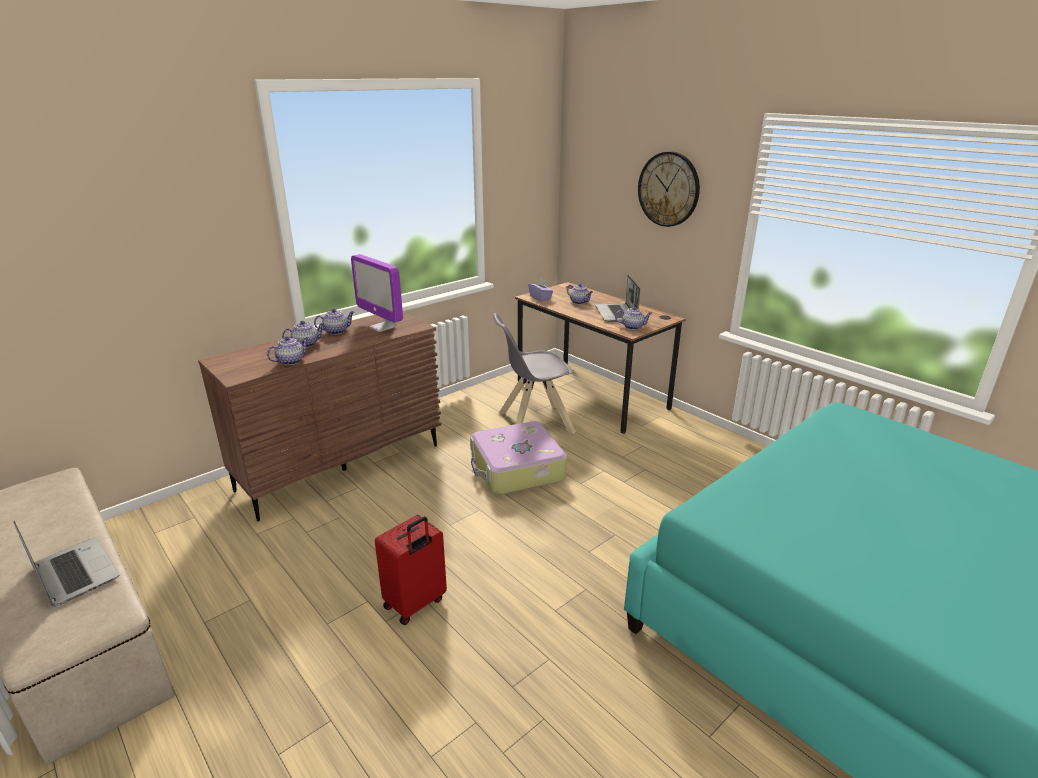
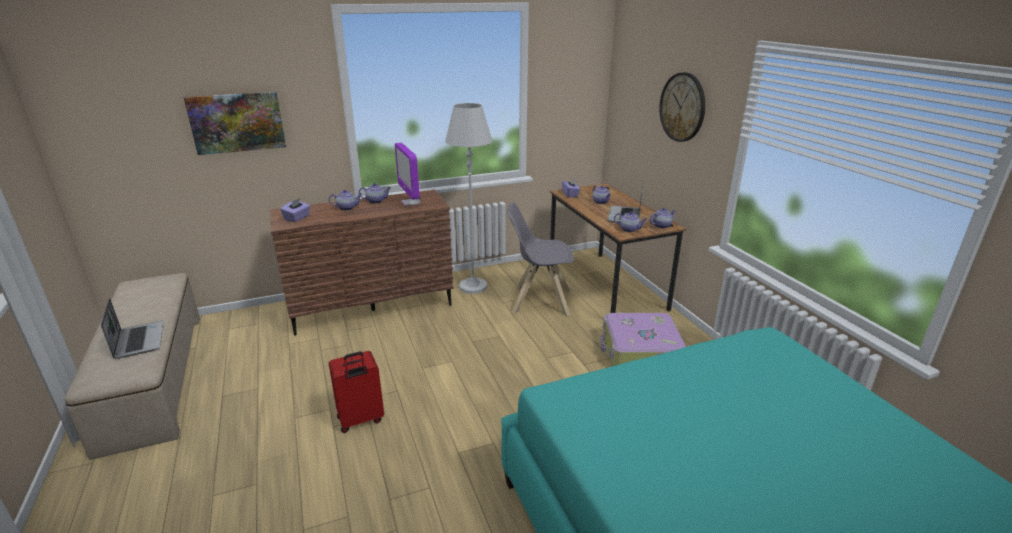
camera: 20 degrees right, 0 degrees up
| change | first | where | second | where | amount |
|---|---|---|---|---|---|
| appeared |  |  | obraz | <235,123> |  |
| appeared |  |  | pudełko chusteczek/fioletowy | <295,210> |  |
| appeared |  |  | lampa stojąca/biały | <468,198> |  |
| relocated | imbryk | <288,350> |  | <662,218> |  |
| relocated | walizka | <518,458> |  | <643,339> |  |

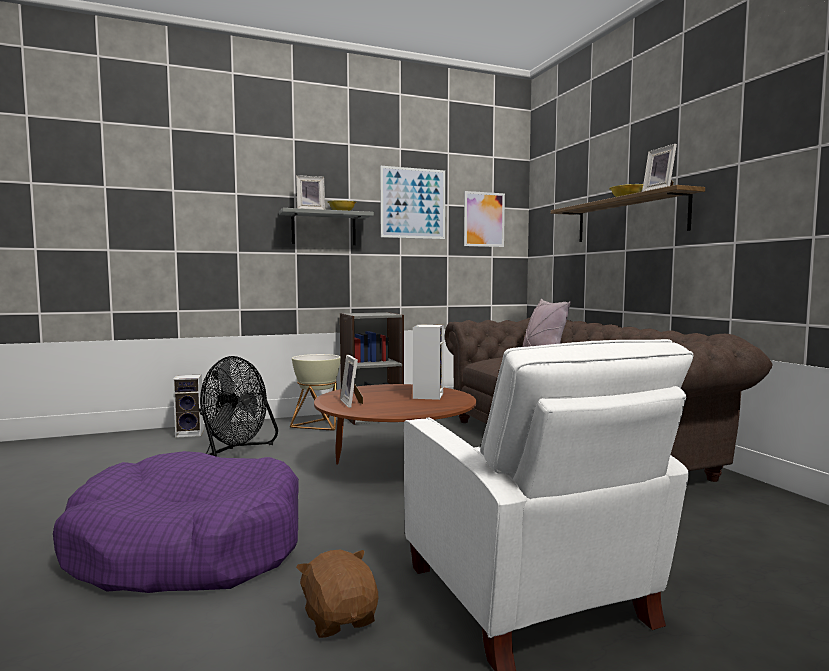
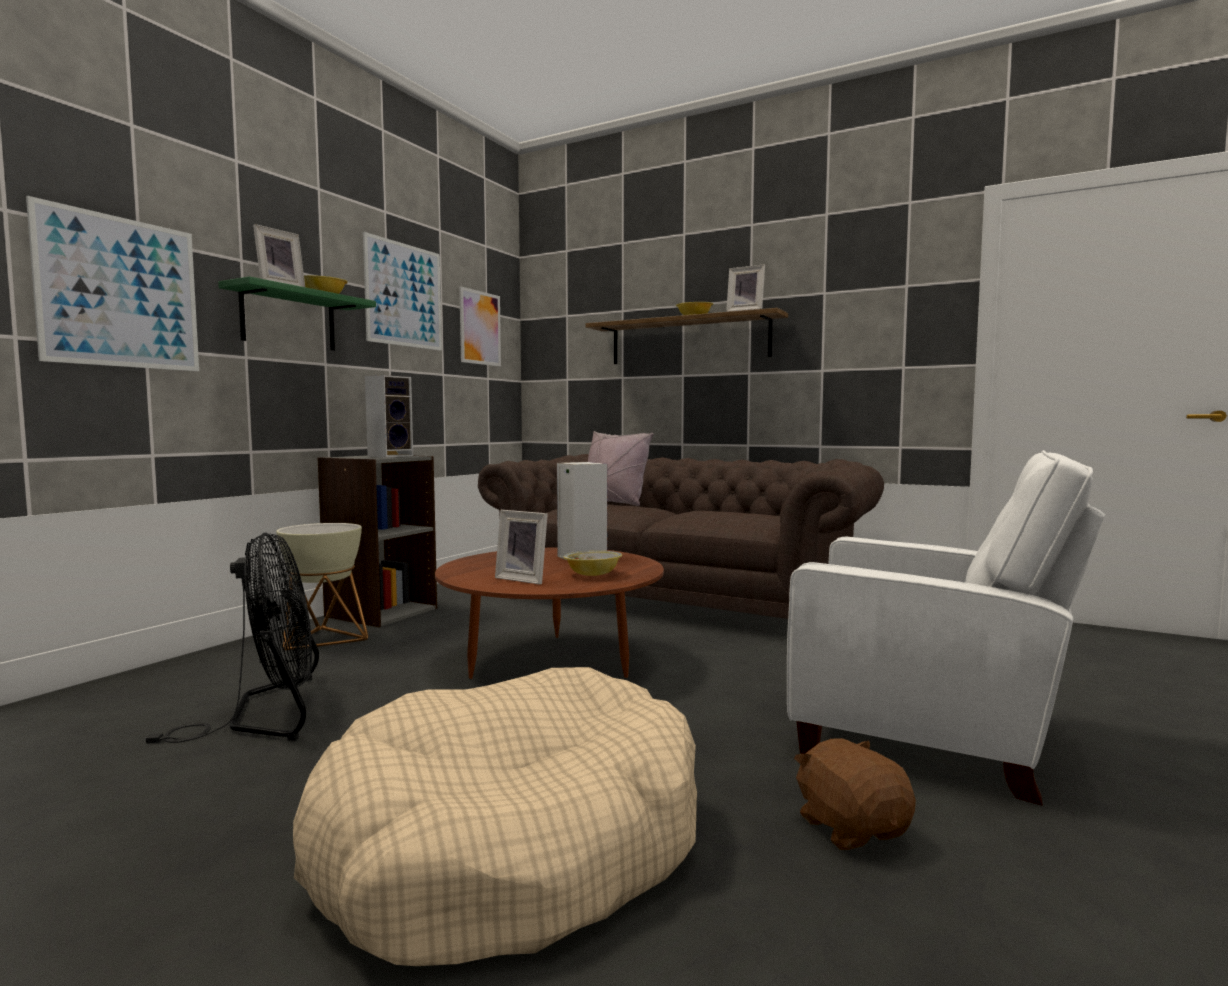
camera: 40 degrees left, 0 degrees up
| change | first | where | second | where | amount |
|---|---|---|---|---|---|
| appeared |  |  | obraz | <112,283> |  |
| appeared |  |  | miska | <592,563> |  |
| relocated | głośnik | <188,406> |  | <389,416> |  |
| colour | legowisko/fioletowy | <176,522> | legowisko/beżowy | <495,816> |  |
| colour | półka/szary | <326,226> | półka/zielony | <297,313> |  |
| spun | pluszak/brązowy | <337,593> |  | <855,794> | 45 degrees clockwise |

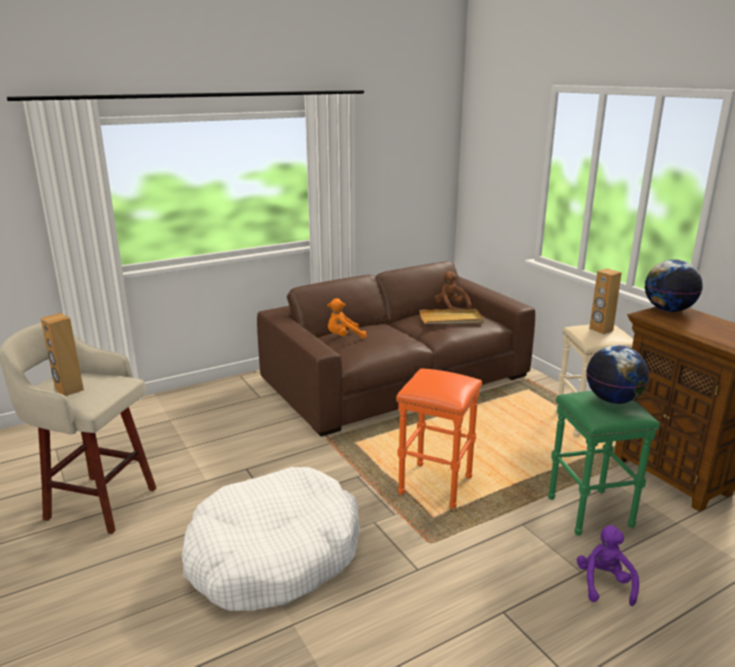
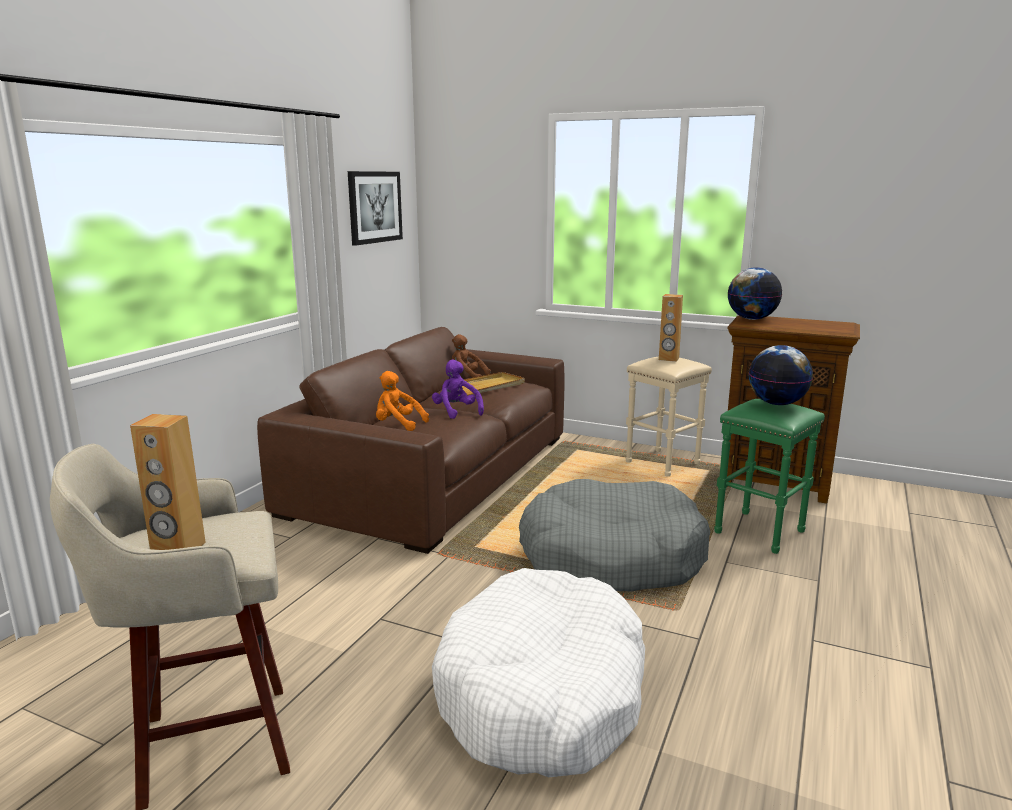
camera: 35 degrees left, 5 degrees down
| change | first | where | second | where | amount |
|---|---|---|---|---|---|
| appeared |  |  | obraz | <375,208> |  |
| relocated | pluszak/fioletowy | <608,565> |  | <458,389> |  |
| exchanged | stołek/pomarańczowy | <439,438> | legowisko/szary | <614,535> |  |
| spun | pluszak/pomarańczowy | <346,318> |  | <402,401> | 75 degrees clockwise |

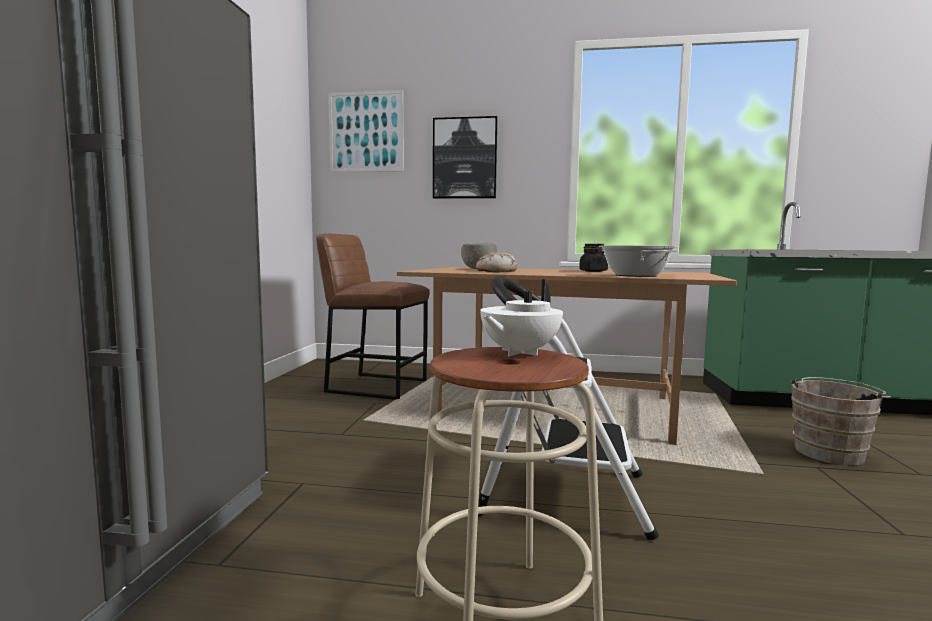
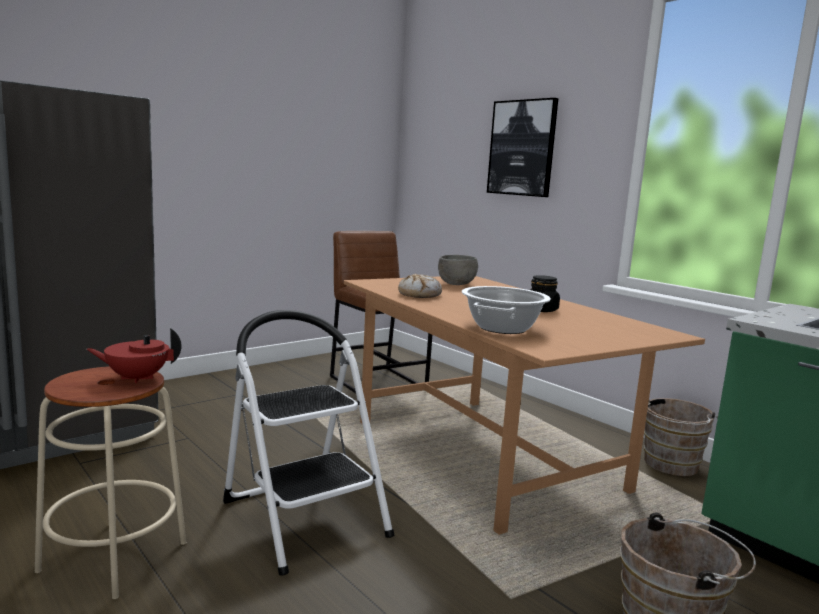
camera: 40 degrees right, 5 degrees up
| change | first | where | second | where | amount |
|---|---|---|---|---|---|
| missing | obraz | <366,131> |  |  |  |
| appeared |  |  | wiadro/brązowy | <681,437> |  |
| colour | imbryk/biały | <521,318> | imbryk/czerwony | <134,355> |  |

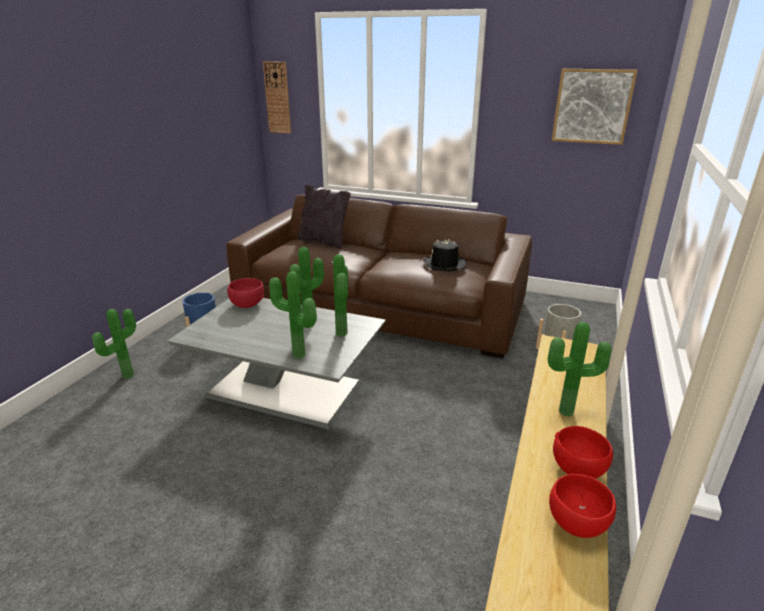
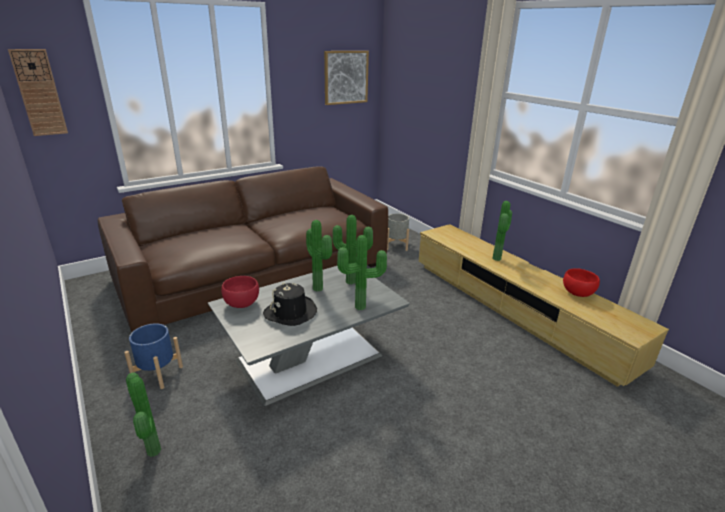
camera: 55 degrees left, 0 degrees up
| change | first | where | second | where | amount |
|---|---|---|---|---|---|
| missing | poduszka/czarny | <324,217> |  |  |  |
| missing | miska/czerwony | <583,452> |  |  |  |
| relocated | kapelusz/czarny | <445,255> |  | <290,304> |  |

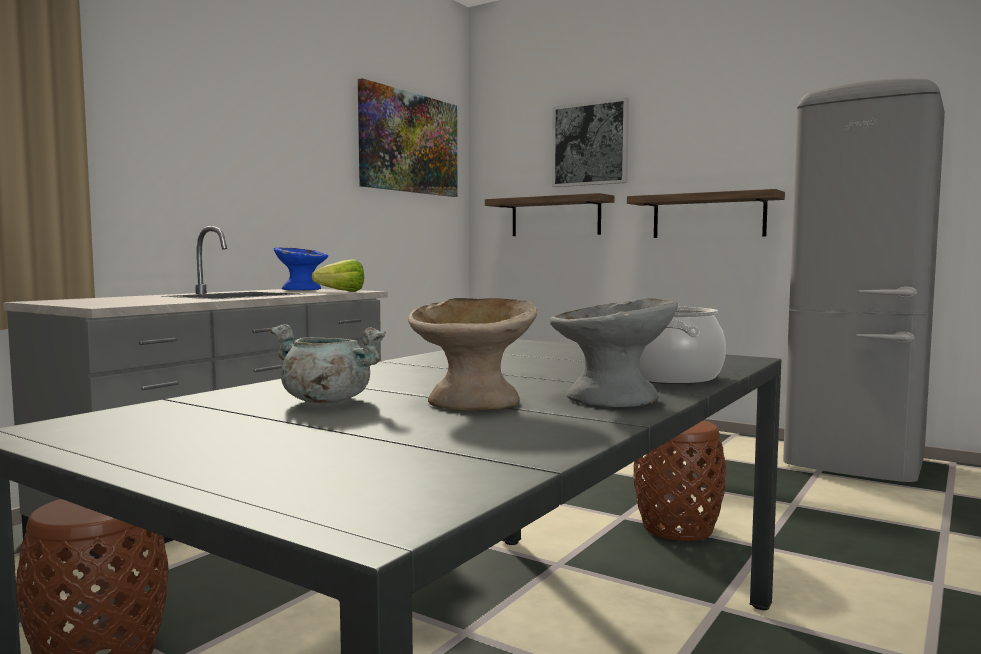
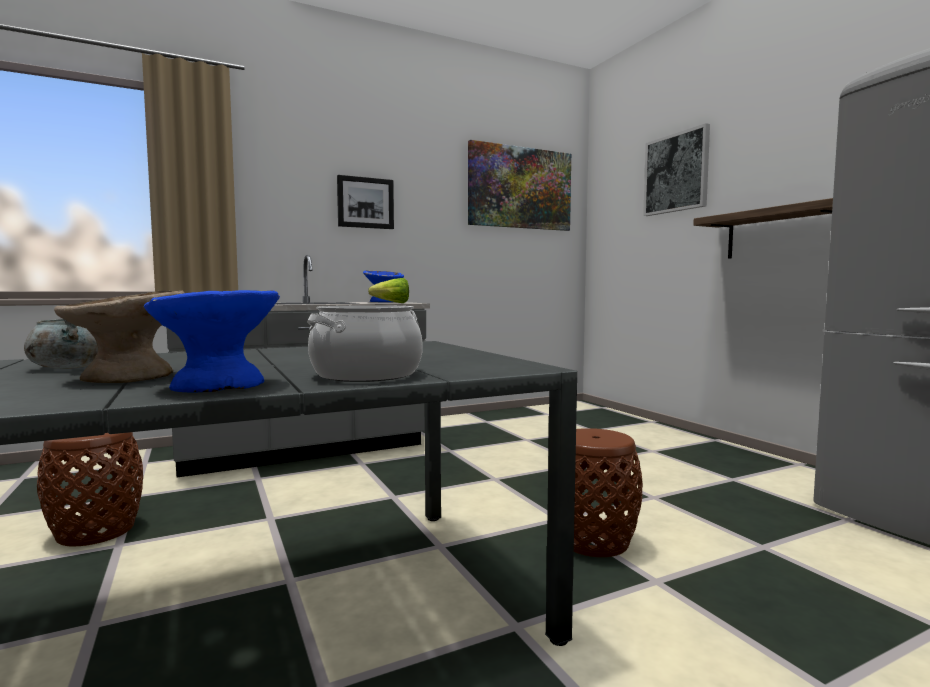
camera: 30 degrees right, 0 degrees up
| change | first | where | second | where | amount |
|---|---|---|---|---|---|
| missing | półka | <550,214> |  |  |  |
| appeared |  |  | obraz | <365,202> |  |
| colour | miska/szary | <614,353> | miska/niebieski | <212,341> |  |

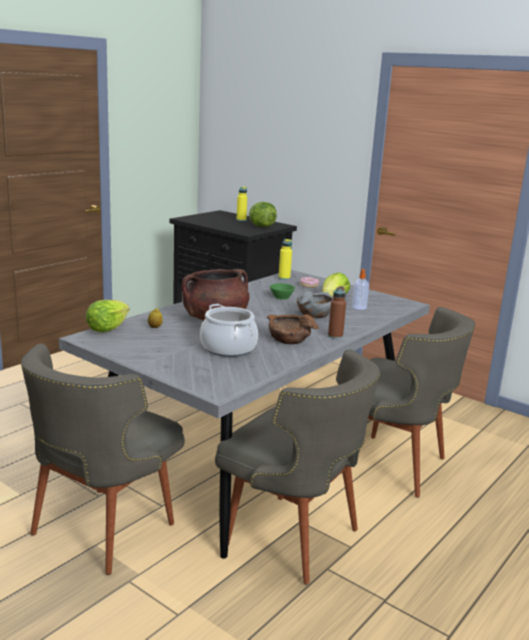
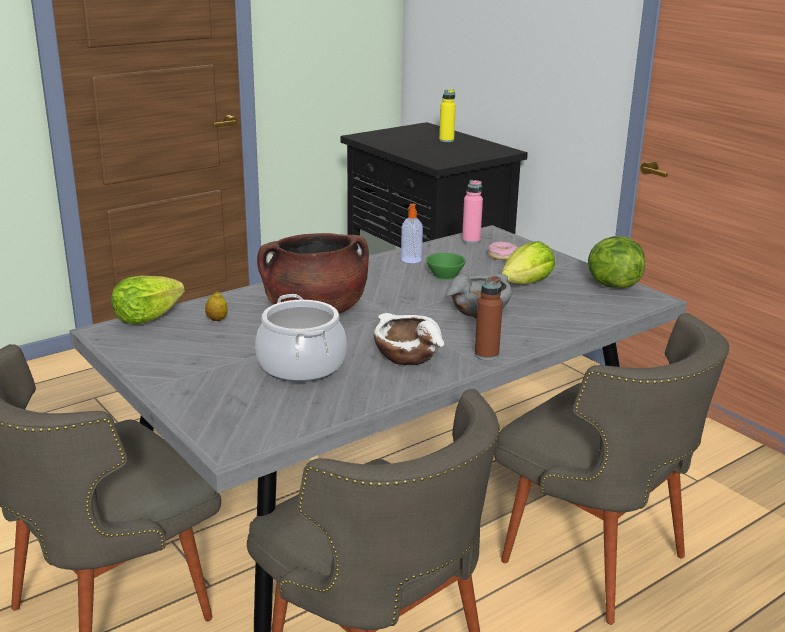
camera: 15 degrees right, 5 degrees up
| change | first | where | second | where | amount |
|---|---|---|---|---|---|
| relocated | sałata | <263,214> |  | <616,262> |  |
| relocated | dozownik mydła | <360,289> |  | <412,233> |  |
| colour | miska/brązowy | <293,329> | miska/biały | <409,339> |  |
| colour | butelka/żółty | <285,259> | butelka/różowy | <472,212> |  |

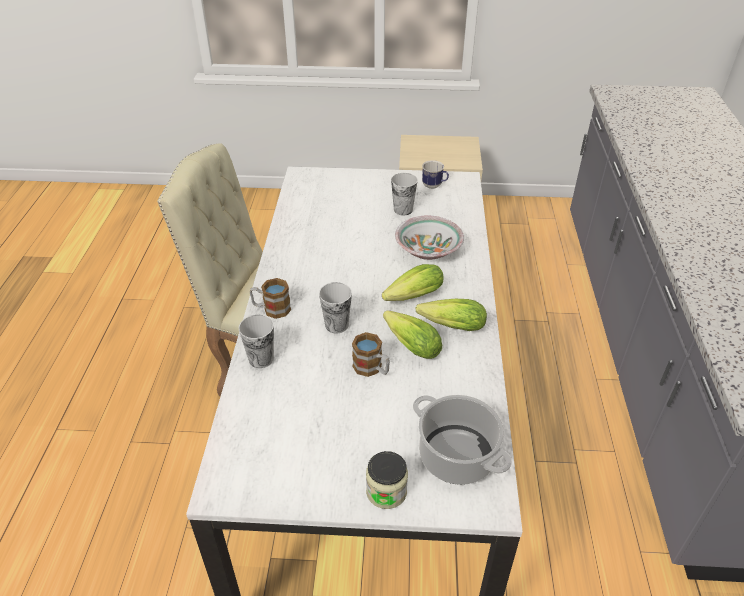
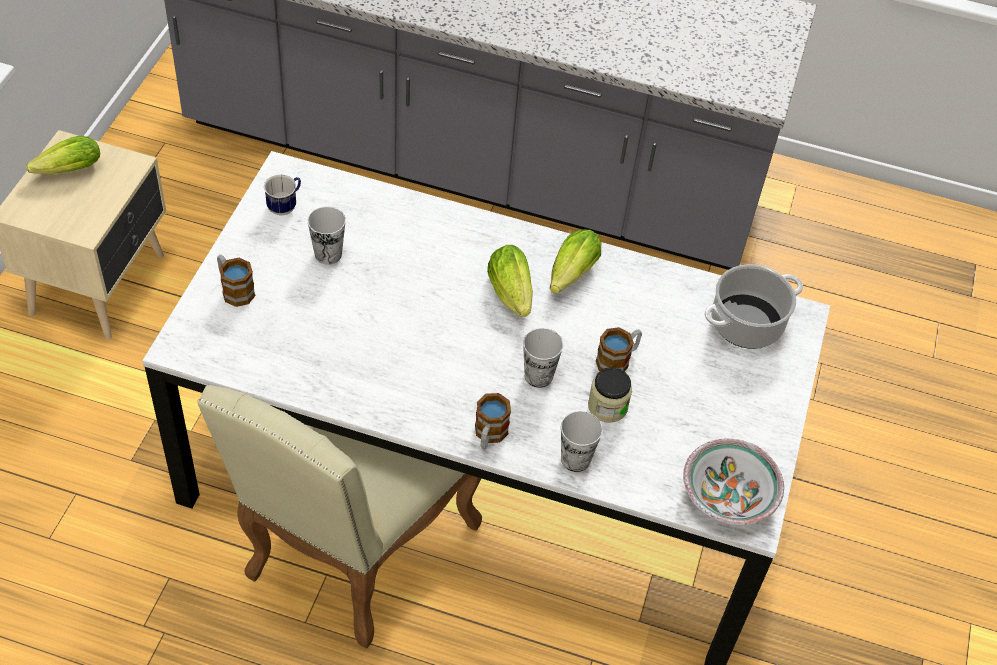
camera: 80 degrees left, 10 degrees up
| change | first | where | second | where | amount |
|---|---|---|---|---|---|
| appeared |  |  | kubek | <236,281> |  |
| relocated | słoik | <387,480> |  | <610,395> |  |
| relocated | sałata | <412,334> |  | <63,155> |  |
| relocated | miska | <429,237> |  | <733,481> |  |

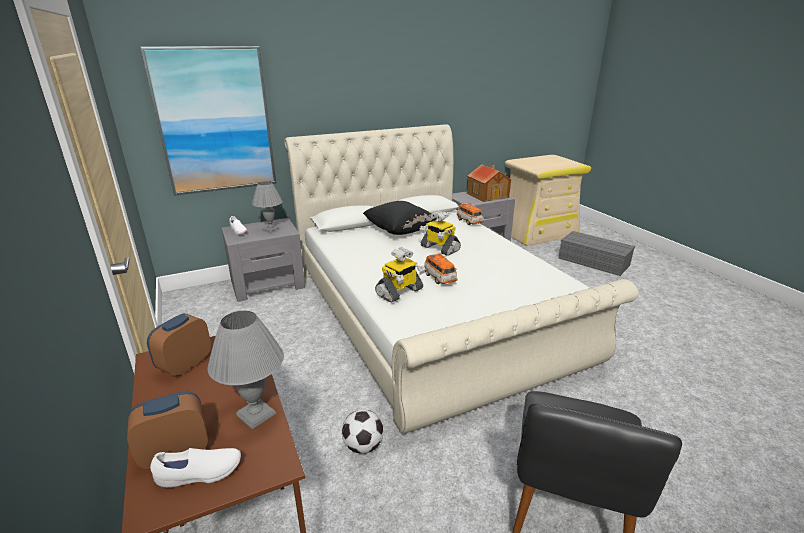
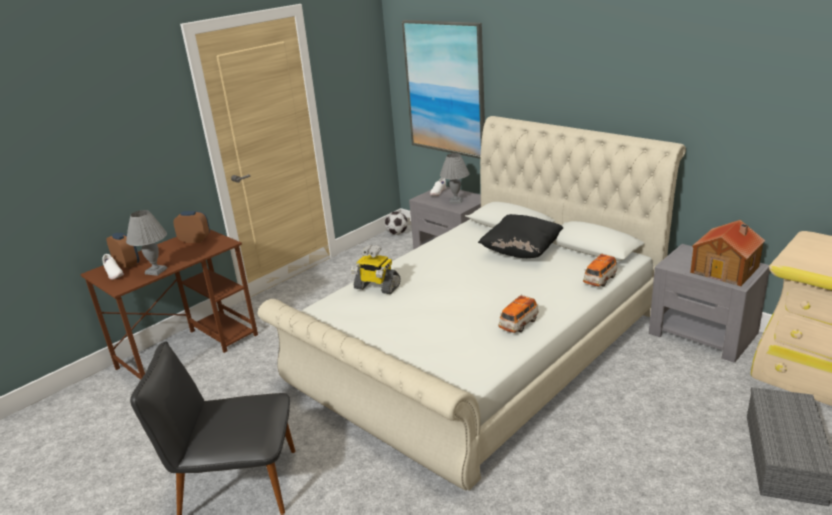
camera: 70 degrees right, 0 degrees up
| change | first | where | second | where | amount |
|---|---|---|---|---|---|
| missing | robot zabawkowy | <440,233> |  |  |  |
| relocated | piłka futbolowa | <363,431> |  | <396,223> |  |
| relocated | samochodzik | <441,268> |  | <518,314> |  |

